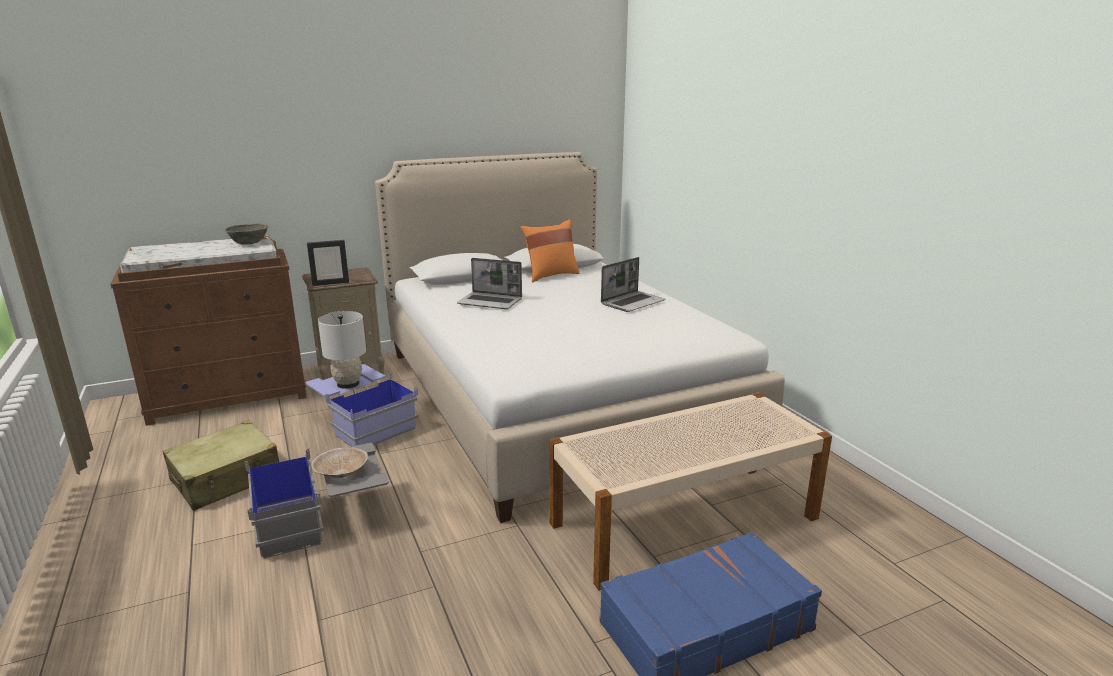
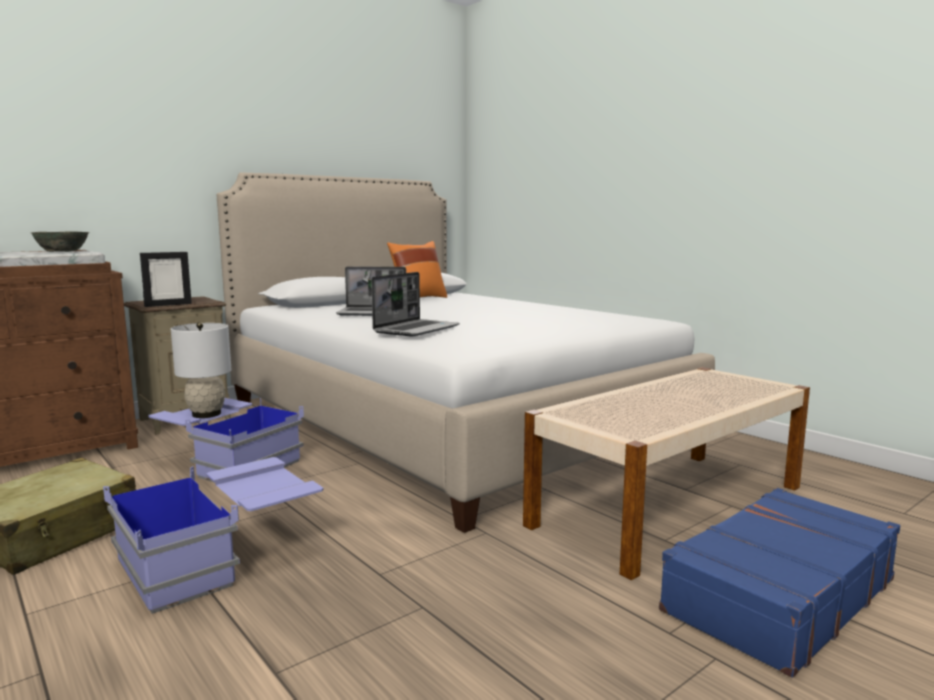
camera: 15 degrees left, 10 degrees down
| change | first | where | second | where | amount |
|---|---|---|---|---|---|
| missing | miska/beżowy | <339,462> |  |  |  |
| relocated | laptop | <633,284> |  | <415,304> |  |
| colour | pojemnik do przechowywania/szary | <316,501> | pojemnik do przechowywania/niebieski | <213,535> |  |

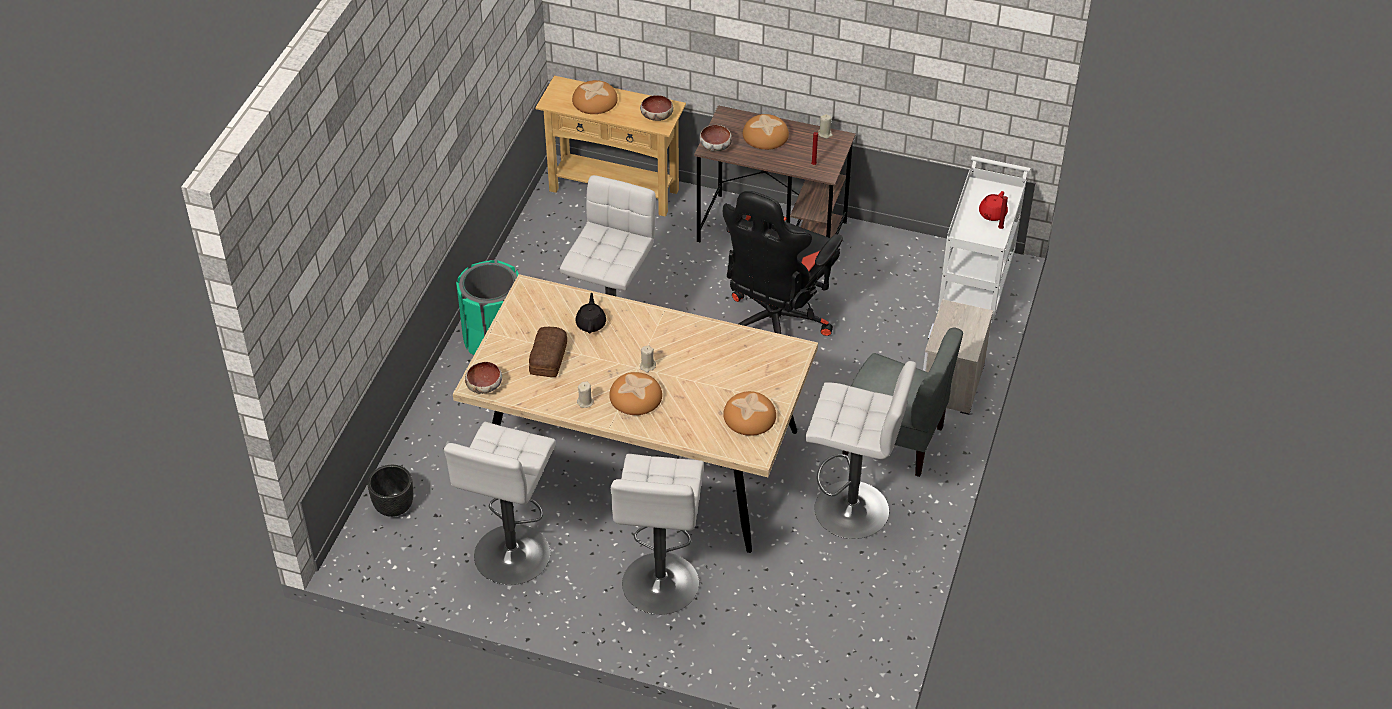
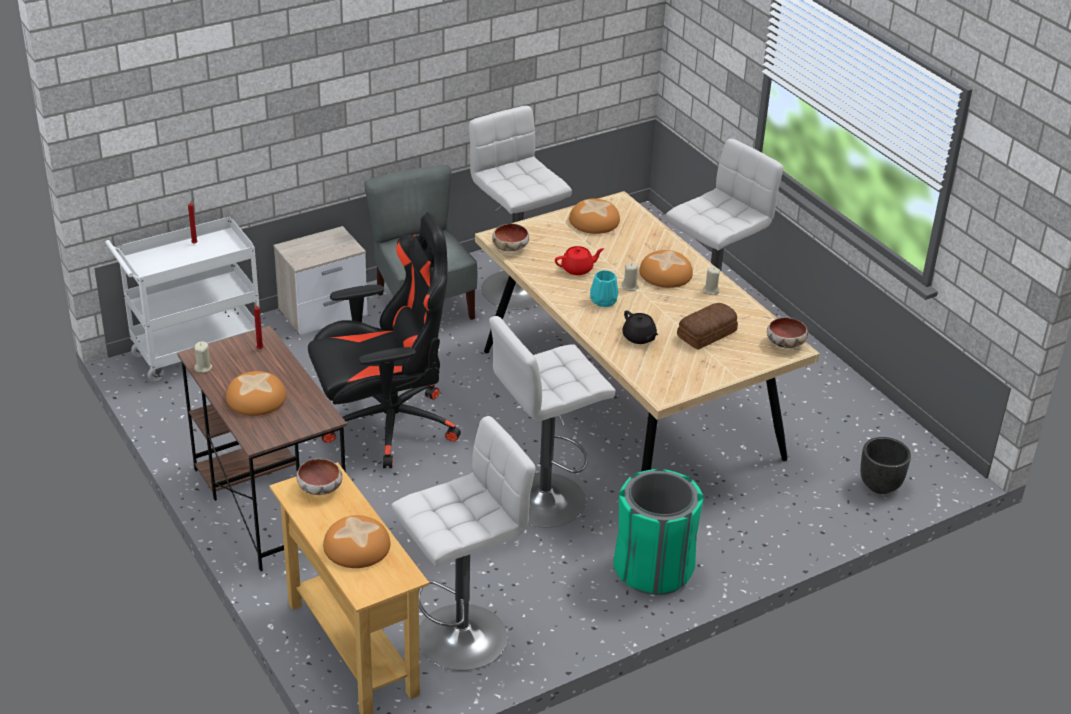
camera: 140 degrees left, 10 degrees down
| change | first | where | second | where | amount |
|---|---|---|---|---|---|
| appeared |  |  | wazon/turkusowy | <604,288> |  |
| relocated | stołek/biały | <500,503> |  | <463,543> |  |
| relocated | miska | <716,138> |  | <510,238> |  |
| relocated | imbryk/czerwony | <993,206> |  | <579,260> |  |
| spun | imbryk/czarny | <590,313> |  | <640,327> | 75 degrees counterclockwise |

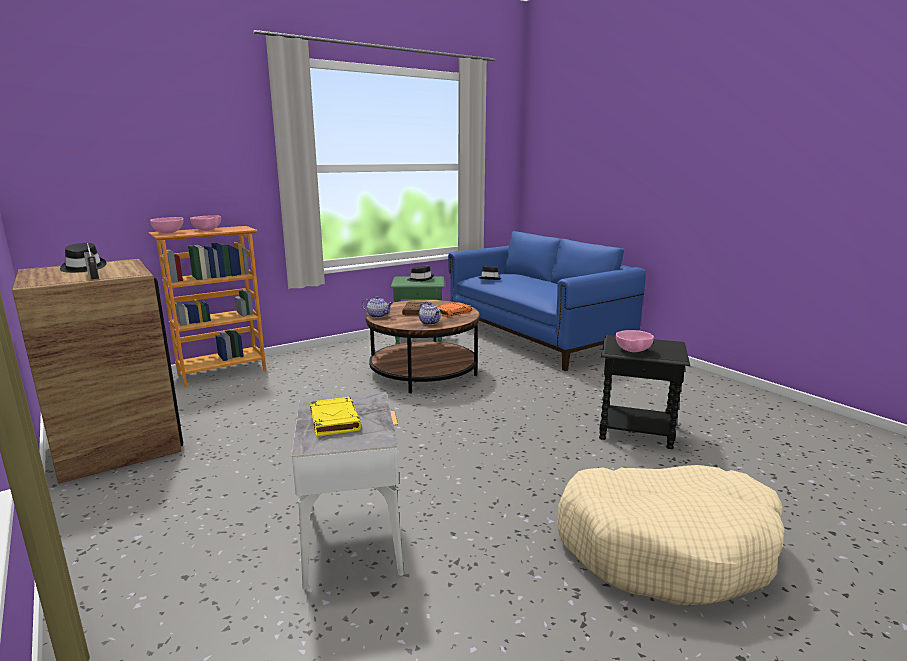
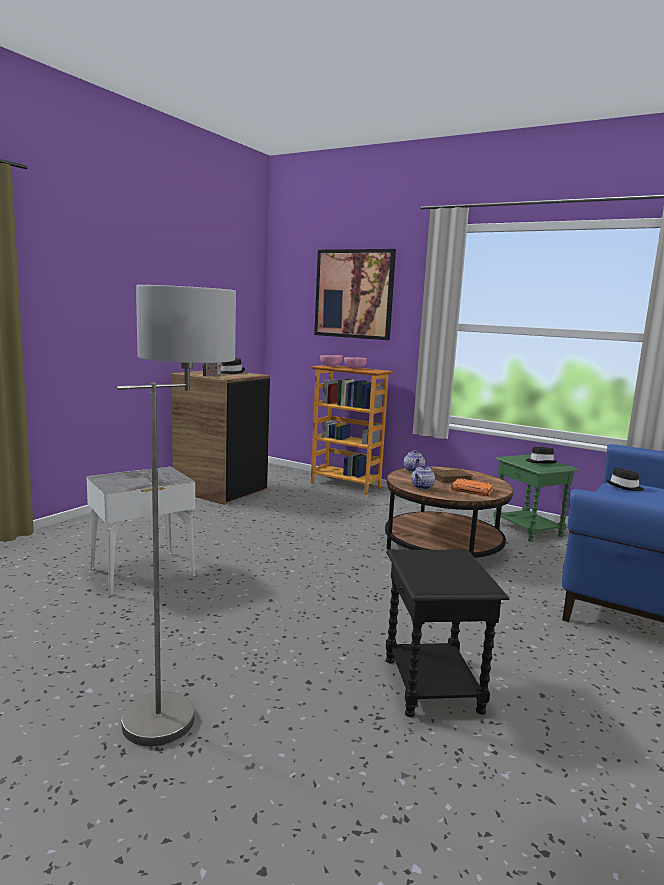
camera: 65 degrees right, 5 degrees down
| change | first | where | second | where | amount |
|---|---|---|---|---|---|
| missing | książka/żółty | <335,417> |  |  |  |
| missing | miska/różowy | <635,341> |  |  |  |
| appeared |  |  | obraz | <355,294> |  |
| exchanged | legowisko/beżowy | <671,535> | lampa stojąca/szary | <176,515> |  |

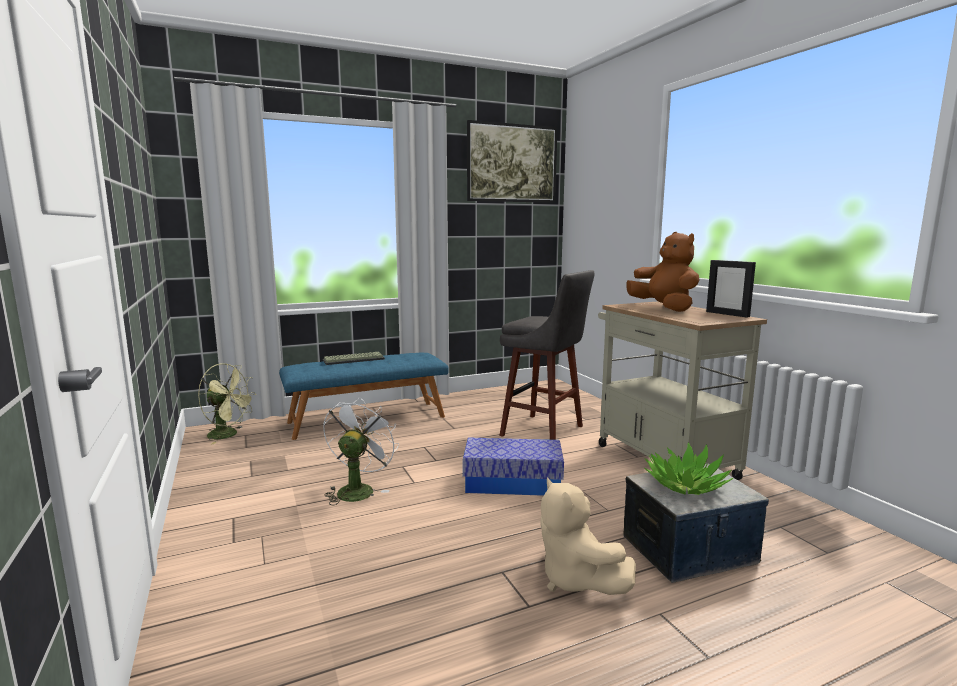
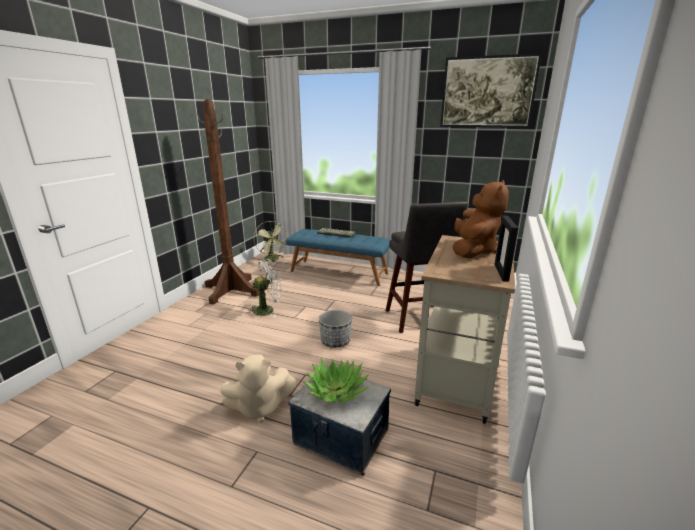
camera: 45 degrees right, 10 degrees up
| change | first | where | second | where | amount |
|---|---|---|---|---|---|
| appeared |  |  | wieszak/brązowy | <228,202> |  |
| exchanged | pojemnik do przechowywania | <513,466> | donica | <335,329> |  |
| spun | pluszak/beżowy | <588,536> |  | <258,389> | 120 degrees counterclockwise |

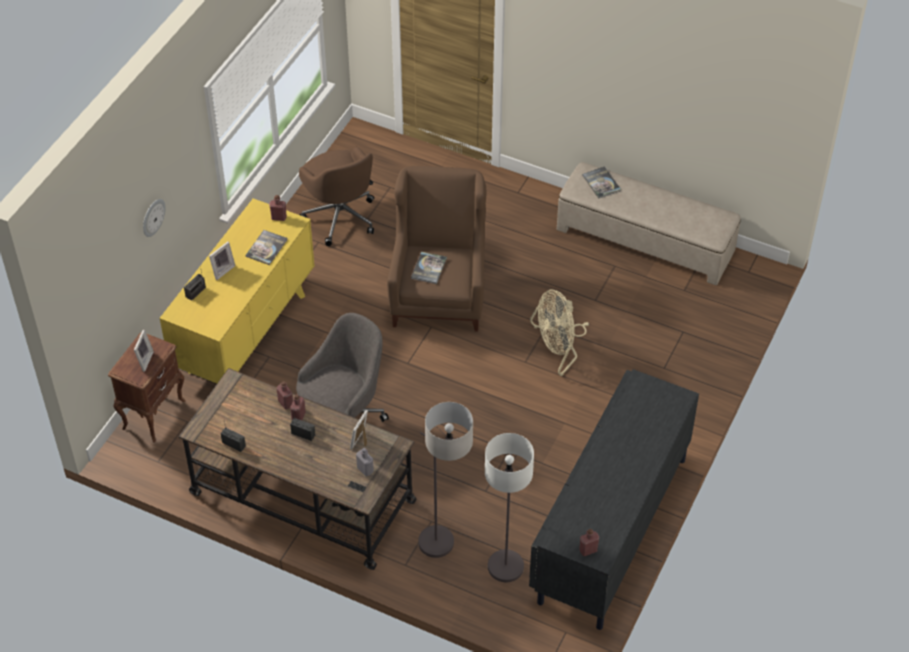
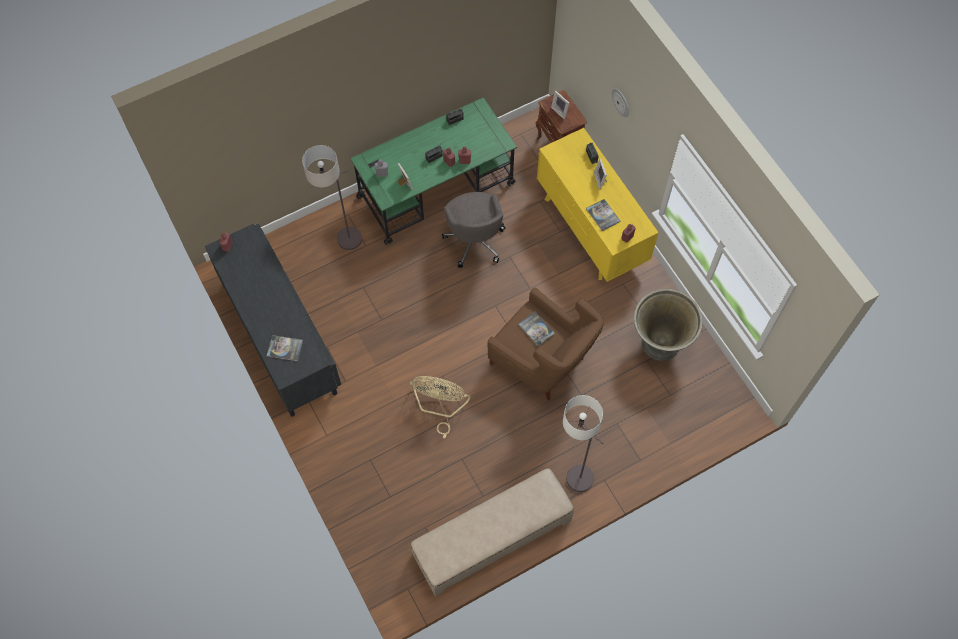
camera: 125 degrees right, 15 degrees up
| change | first | where | second | where | amount |
|---|---|---|---|---|---|
| relocated | lampa stojąca/biały | <509,507> |  | <583,443> |  |
| relocated | książka | <601,182> |  | <284,348> |  |
| exchanged | krzesło biurowe/brązowy | <336,196> | donica/szary | <668,325> |  |
| colour | biurko/brązowy | <297,469> | biurko/zielony | <433,171> |  |

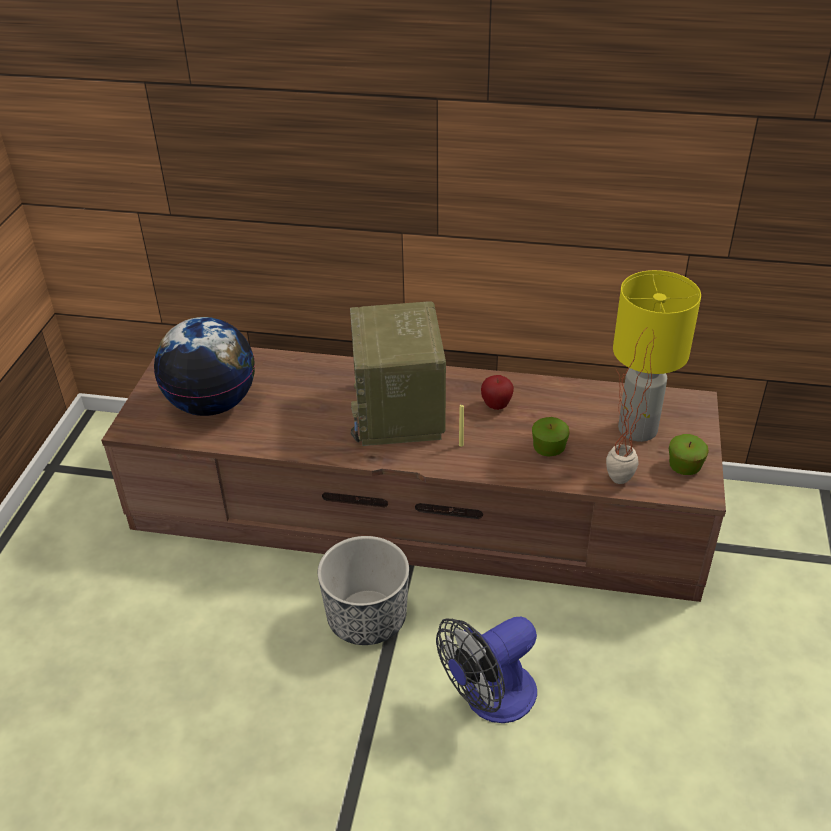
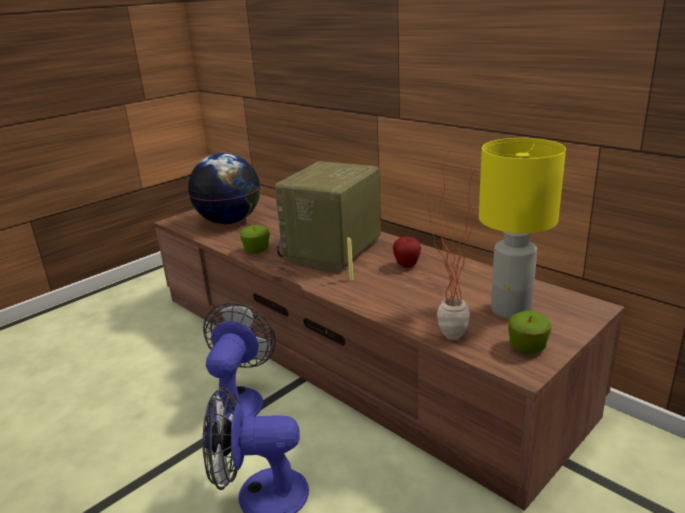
camera: 35 degrees right, 15 degrees down
| change | first | where | second | where | amount |
|---|---|---|---|---|---|
| relocated | jabłko | <551,436> |  | <255,239> |  |
| exchanged | donica | <363,590> | wentylator | <239,363> |  |

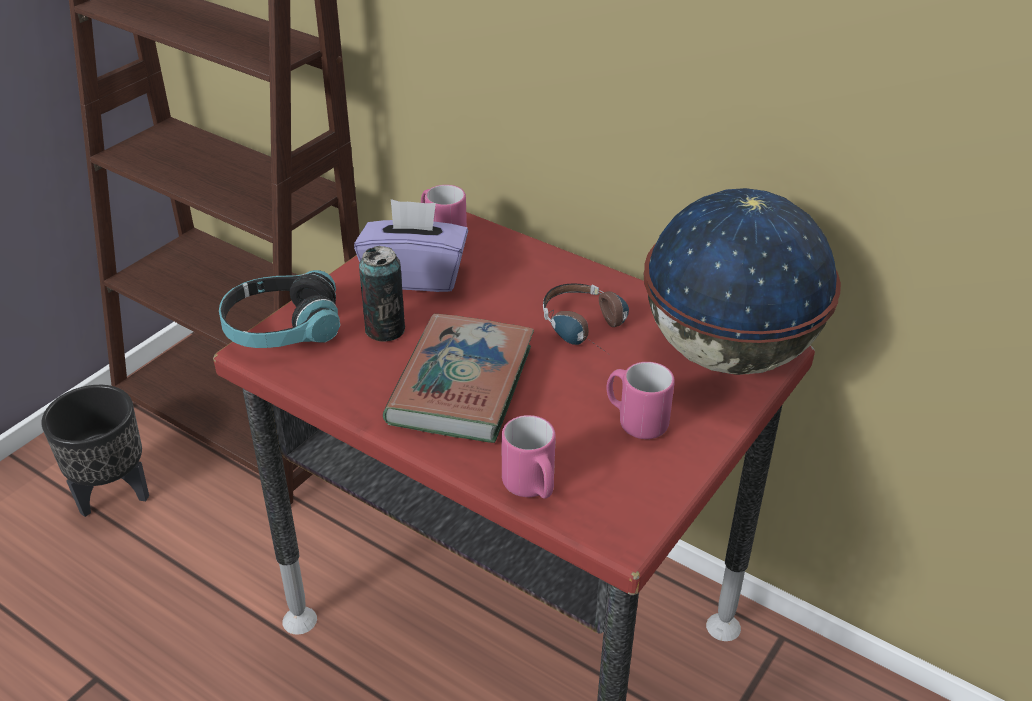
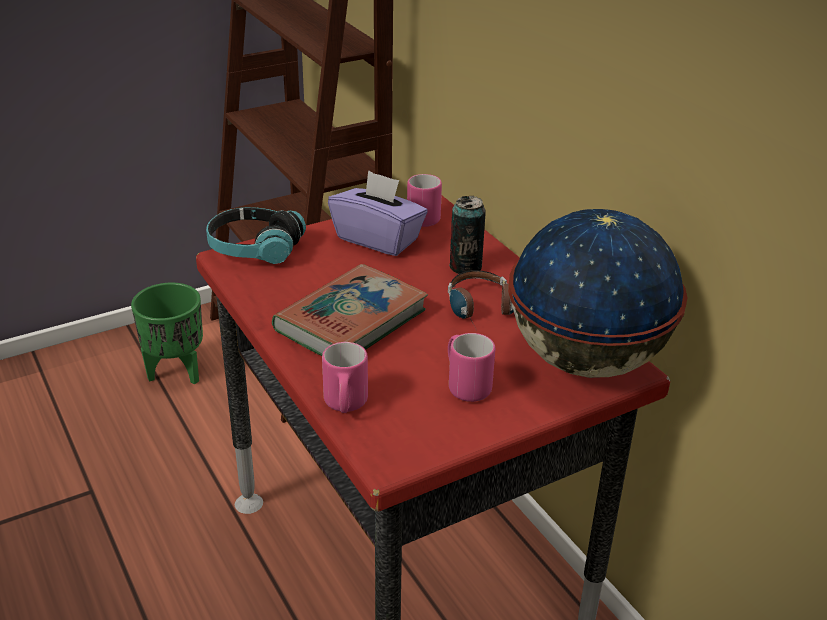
camera: 25 degrees right, 5 degrees down
| change | first | where | second | where | amount |
|---|---|---|---|---|---|
| relocated | puszka | <382,294> |  | <467,235> |  |
| colour | donica/czarny | <95,451> | donica/zielony | <167,333> |  |

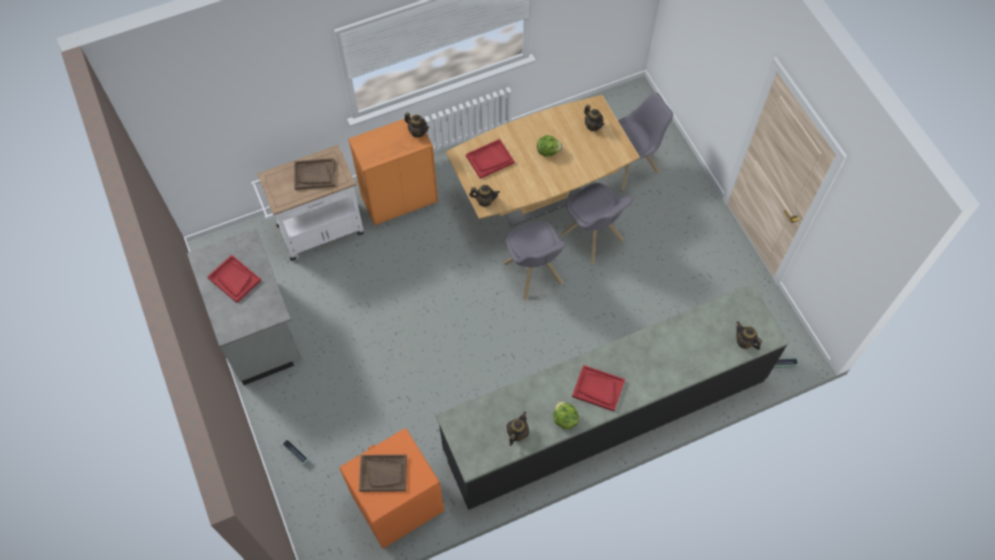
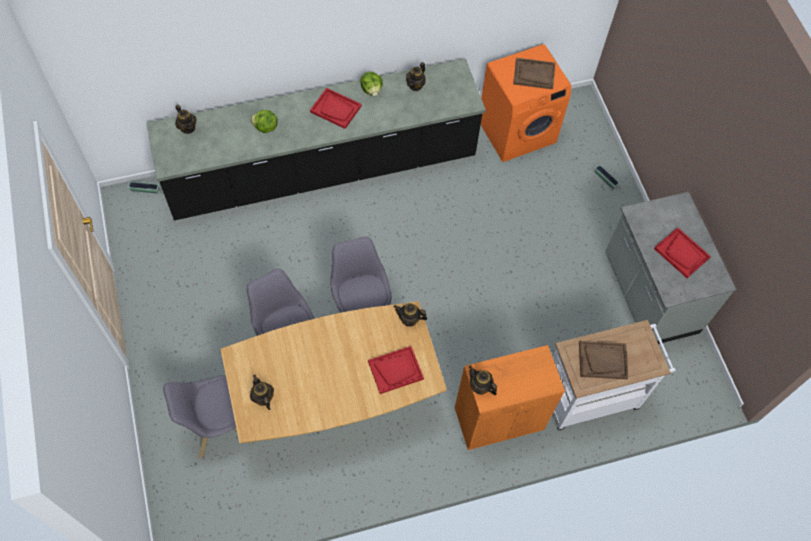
camera: 175 degrees left, 0 degrees up
| change | first | where | second | where | amount |
|---|---|---|---|---|---|
| relocated | sałata | <550,146> |  | <264,121> |  |

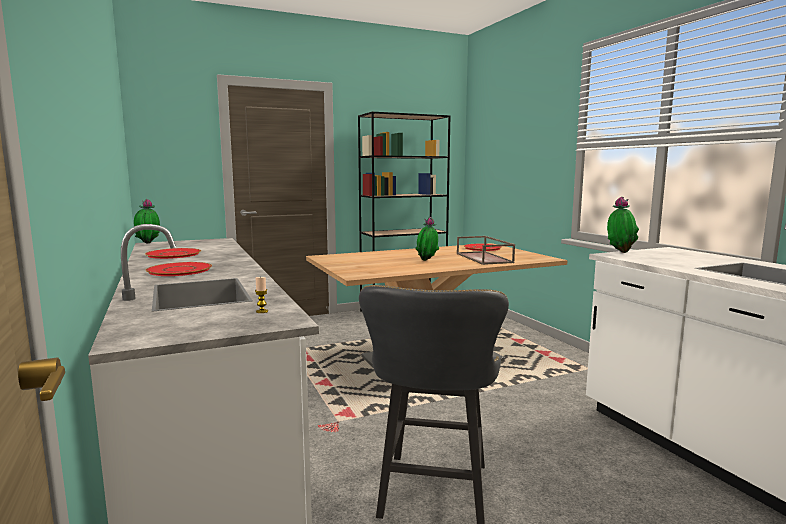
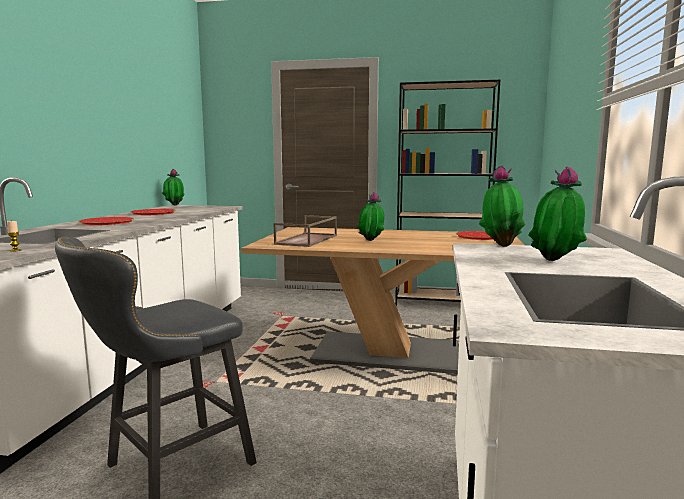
camera: 35 degrees right, 0 degrees up
| change | first | where | second | where | amount |
|---|---|---|---|---|---|
| appeared |  |  | roślina doniczkowa | <558,213> |  |
| relocated | taca/brązowy | <486,250> |  | <305,231> |  |

